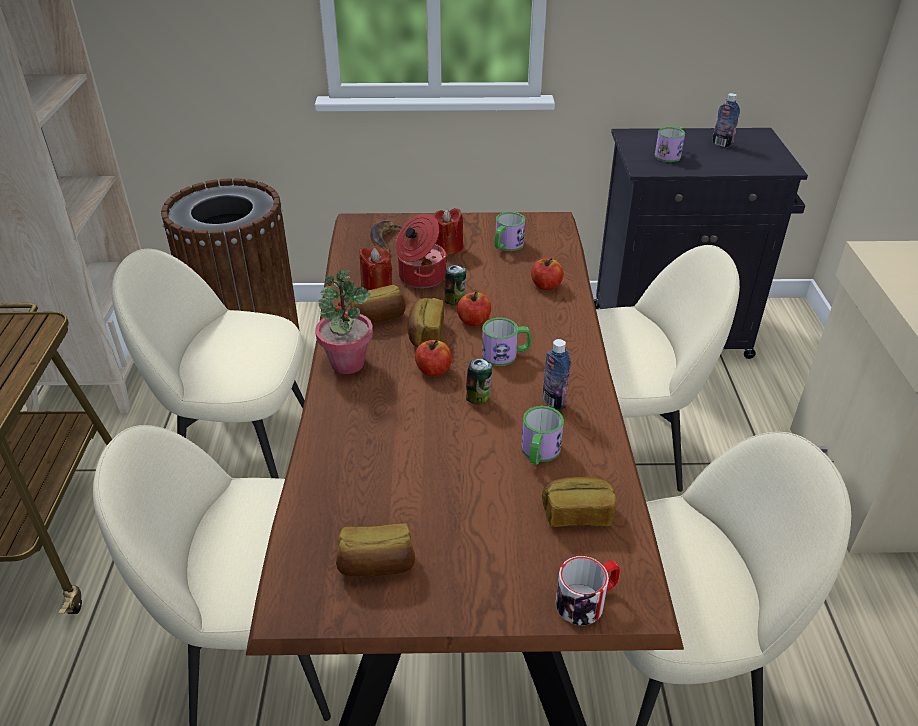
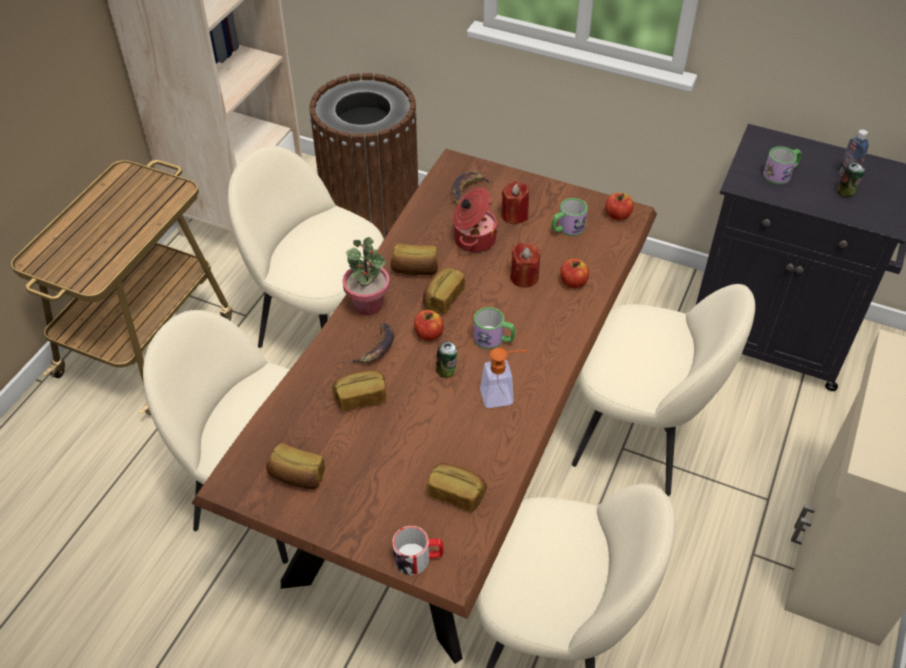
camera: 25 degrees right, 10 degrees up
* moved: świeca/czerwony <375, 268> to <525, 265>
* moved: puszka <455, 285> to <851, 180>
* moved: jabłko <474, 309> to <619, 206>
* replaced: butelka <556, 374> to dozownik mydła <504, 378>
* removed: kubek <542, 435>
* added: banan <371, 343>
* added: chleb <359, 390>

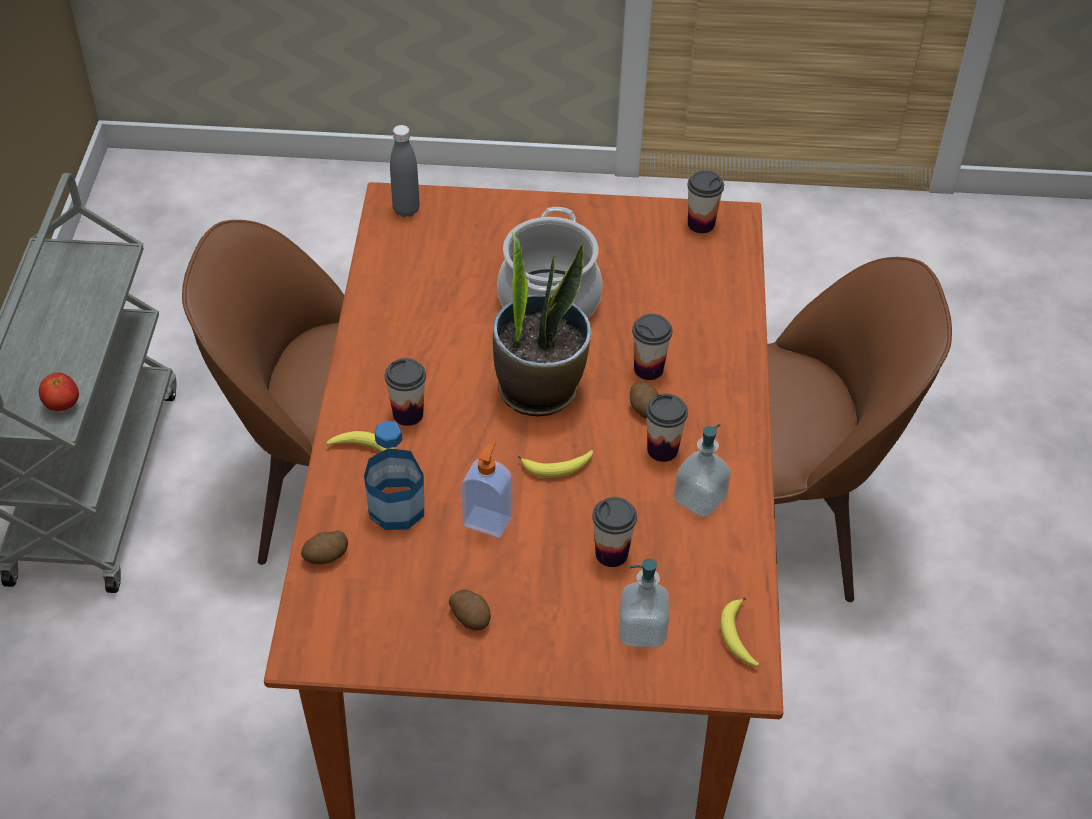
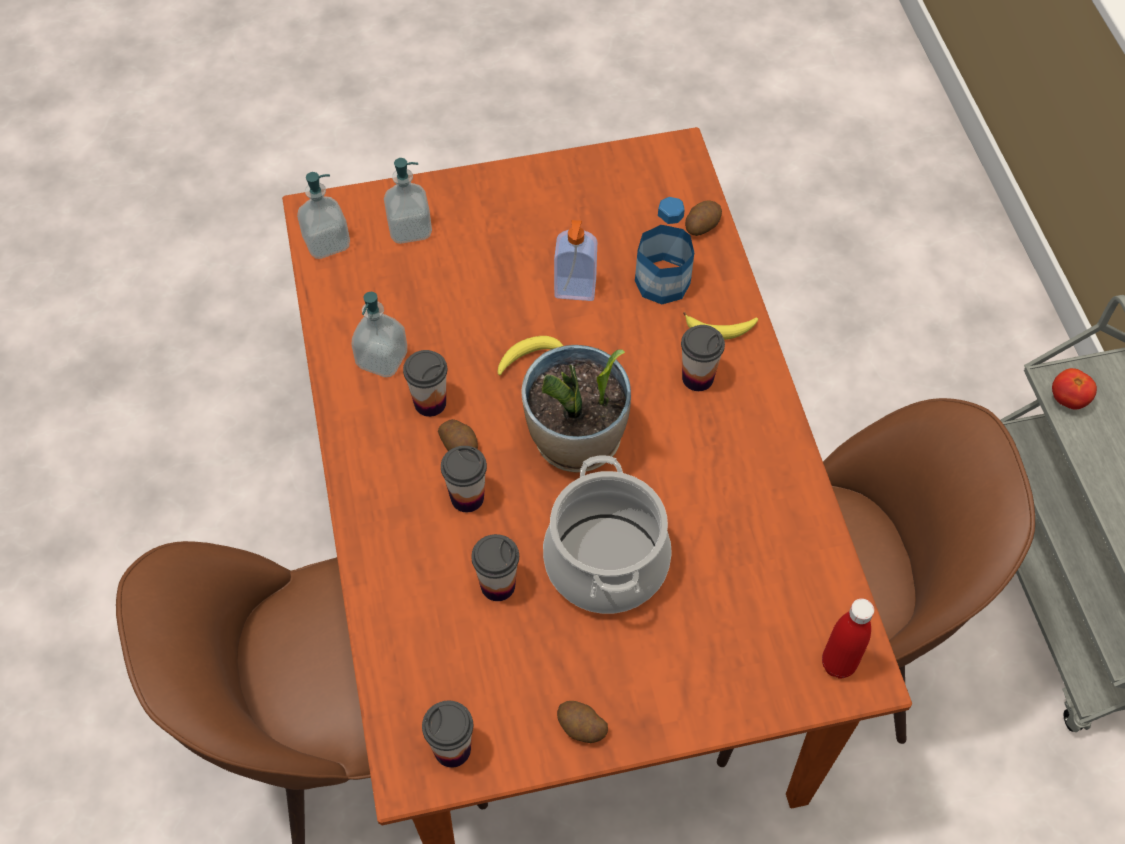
camera: 165 degrees right, 10 degrees up
* recoloured: butelka/szary <405, 171> to butelka/czerwony <848, 639>
* moved: filiżanka <614, 532> to <495, 567>
* moved: ziemniak <470, 609> to <582, 722>
* replaced: banan <739, 631> to dozownik mydła <323, 215>

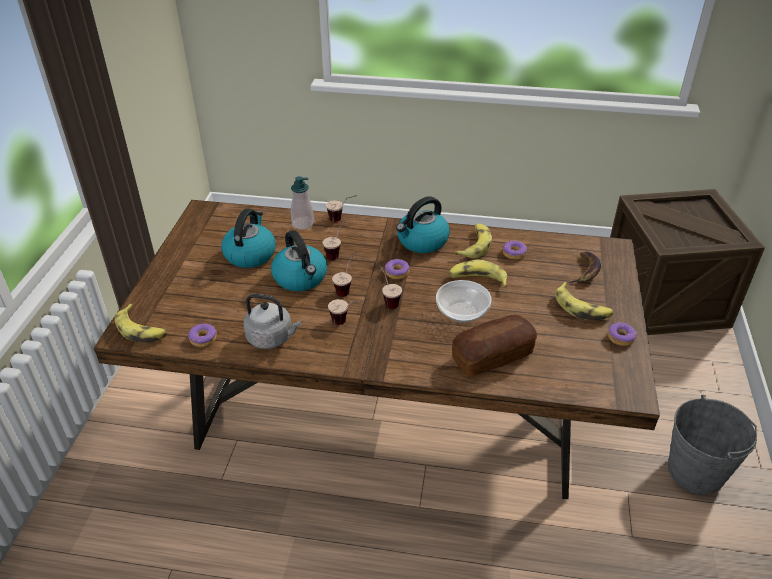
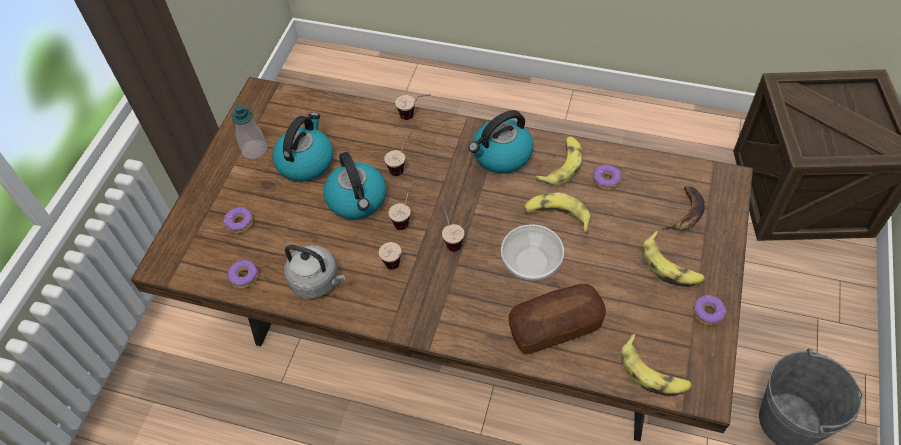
camera: 10 degrees right, 15 degrees up
* moved: dozownik mydła <302, 202> to <249, 131>
* moved: donut <397, 269> to <238, 220>
* moved: banan <141, 323> to <656, 365>

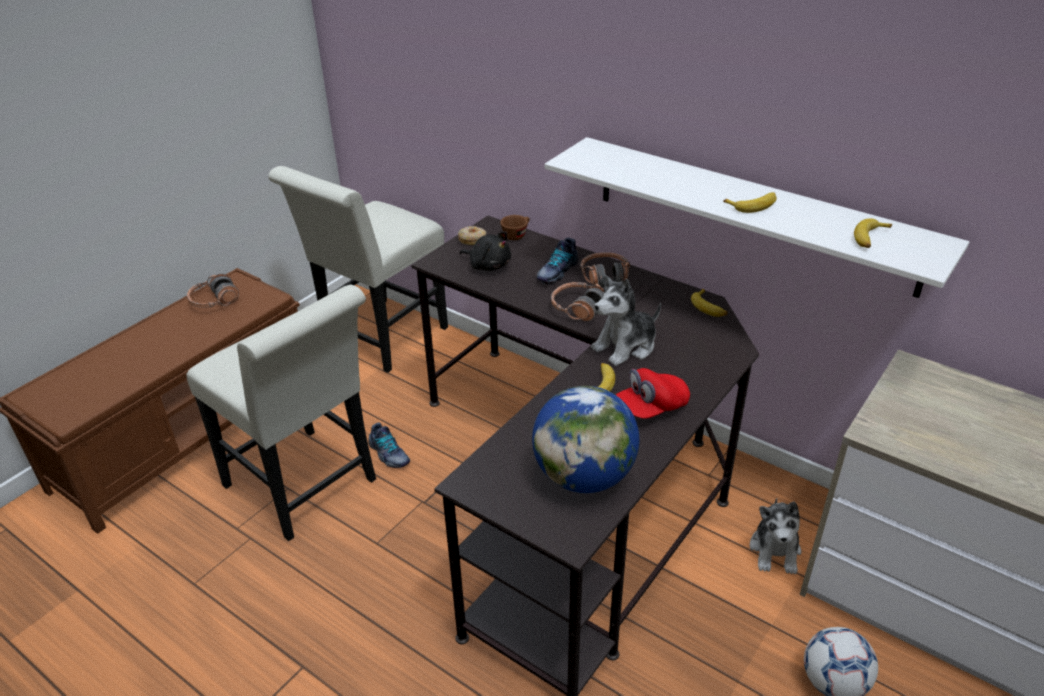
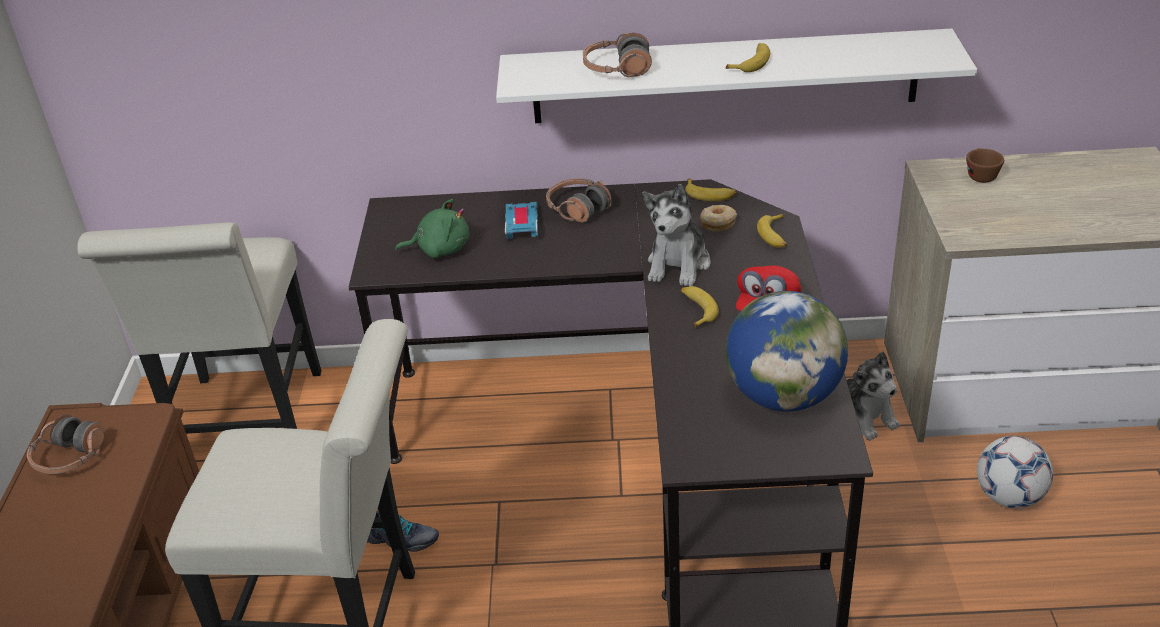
camera: 35 degrees left, 0 degrees up
* moved: filiżanka/brązowy <515, 227> to <985, 165>
* moved: banan <873, 233> to <772, 231>
* moved: donut <472, 235> to <718, 218>
* recoloured: pluszak/czarny <485, 251> to pluszak/zielony <432, 228>
* replaced: but <558, 261> to samochodzik <521, 220>
* moved: słuchawki <577, 301> to <617, 55>

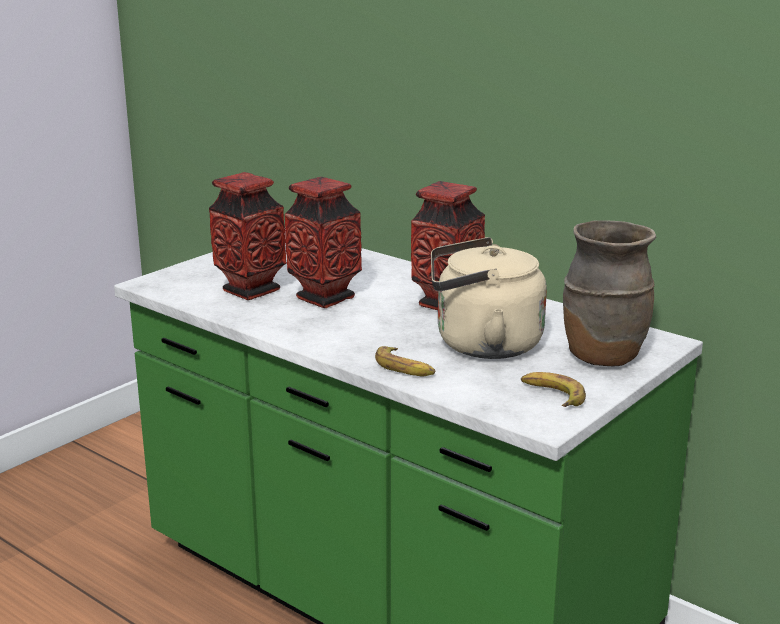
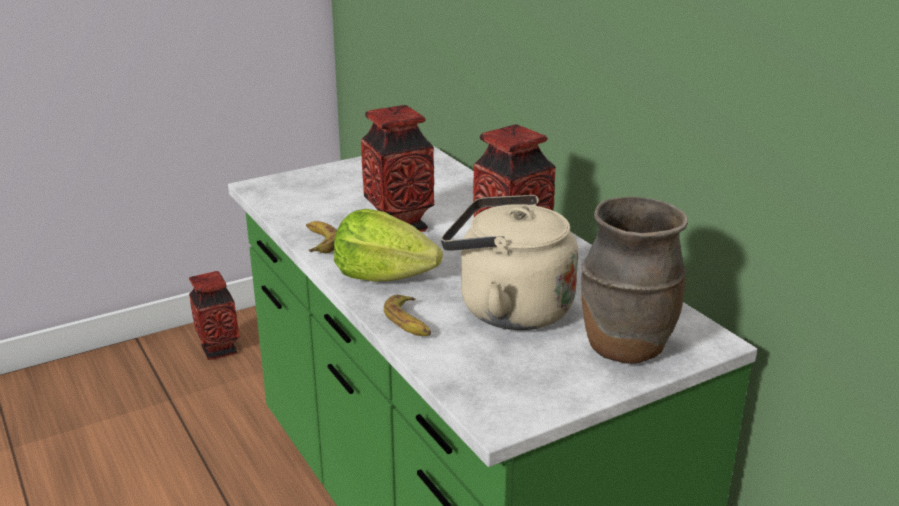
camera: 20 degrees right, 5 degrees up
* moved: wazon <248, 236> to <214, 315>
* moved: banan <553, 389> to <321, 237>
* added: sałata <388, 245>

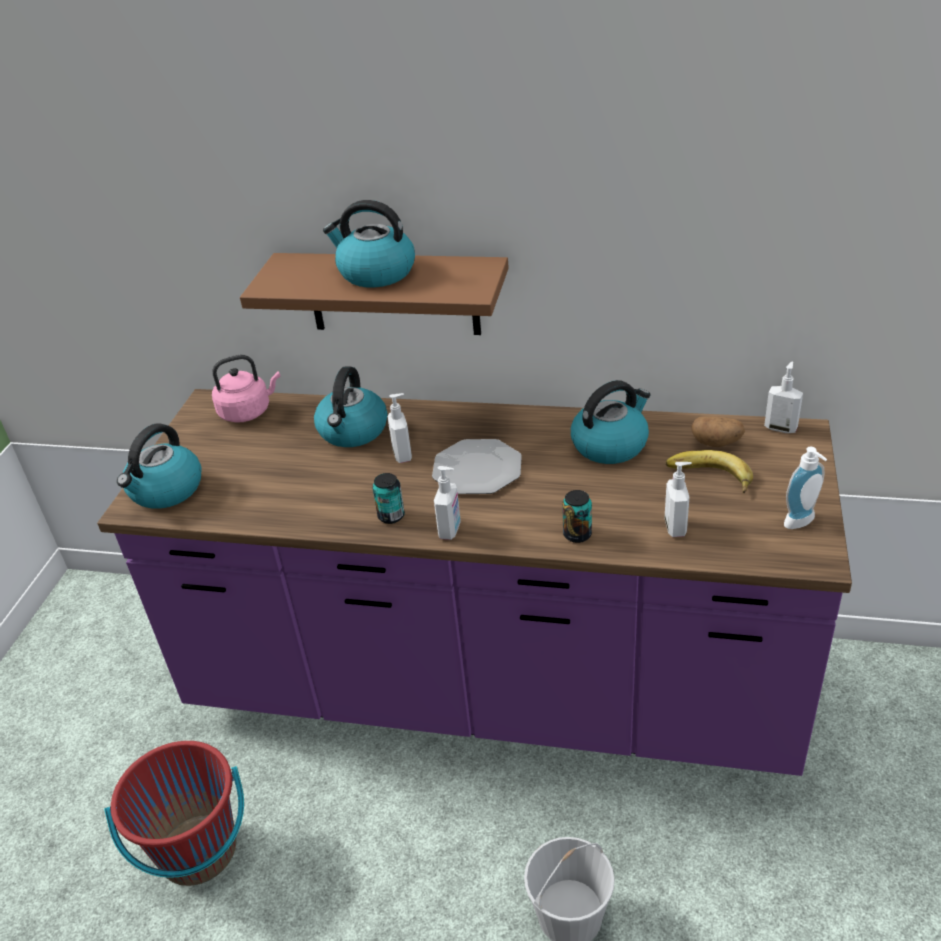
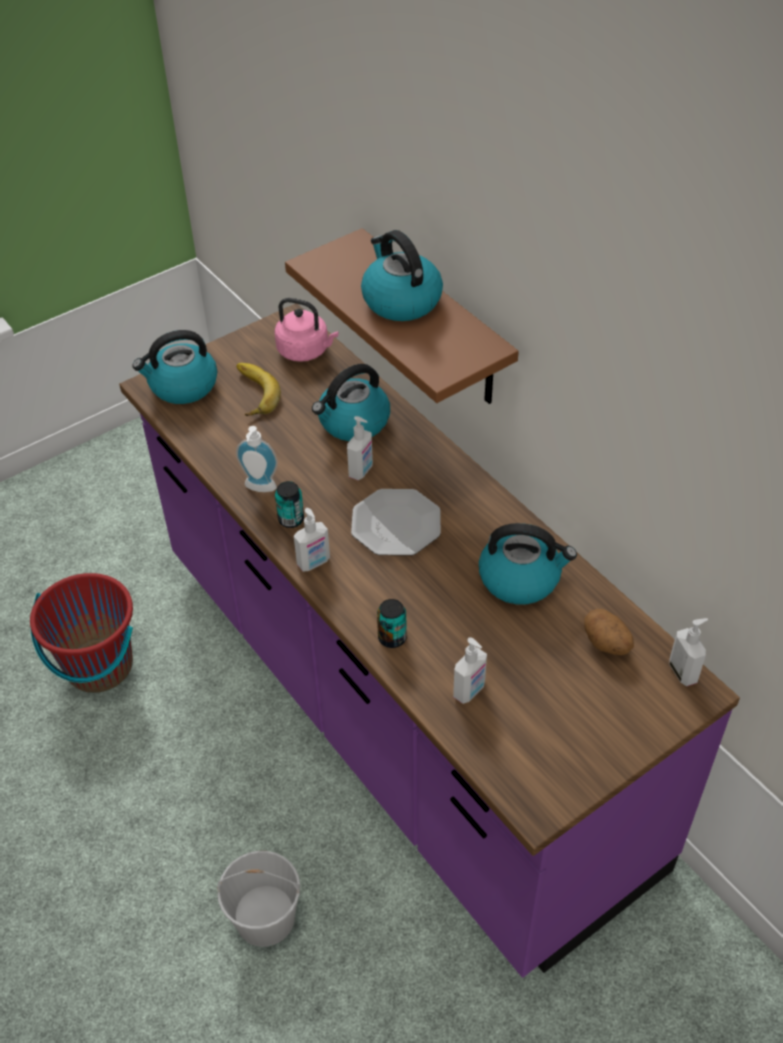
camera: 40 degrees right, 10 degrees up
* moved: dozownik mydła <805, 488> to <257, 459>
* moved: banan <709, 471> to <258, 389>

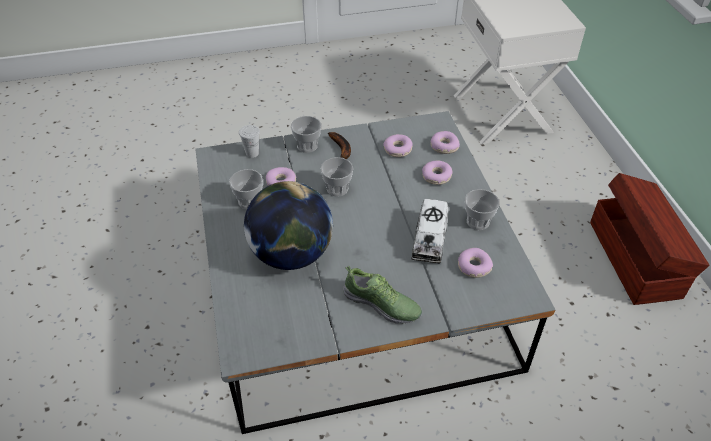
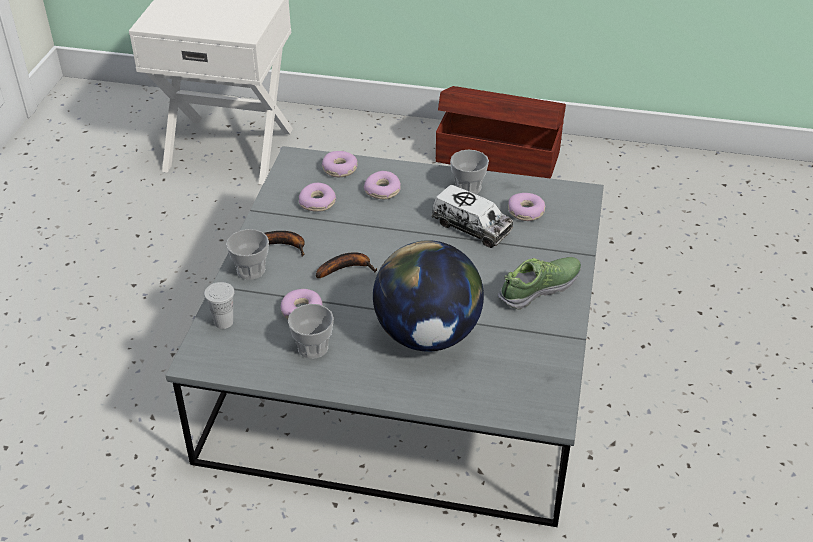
camera: 65 degrees left, 5 degrees down
* replaced: filiżanka <336, 177> to banan <346, 265>

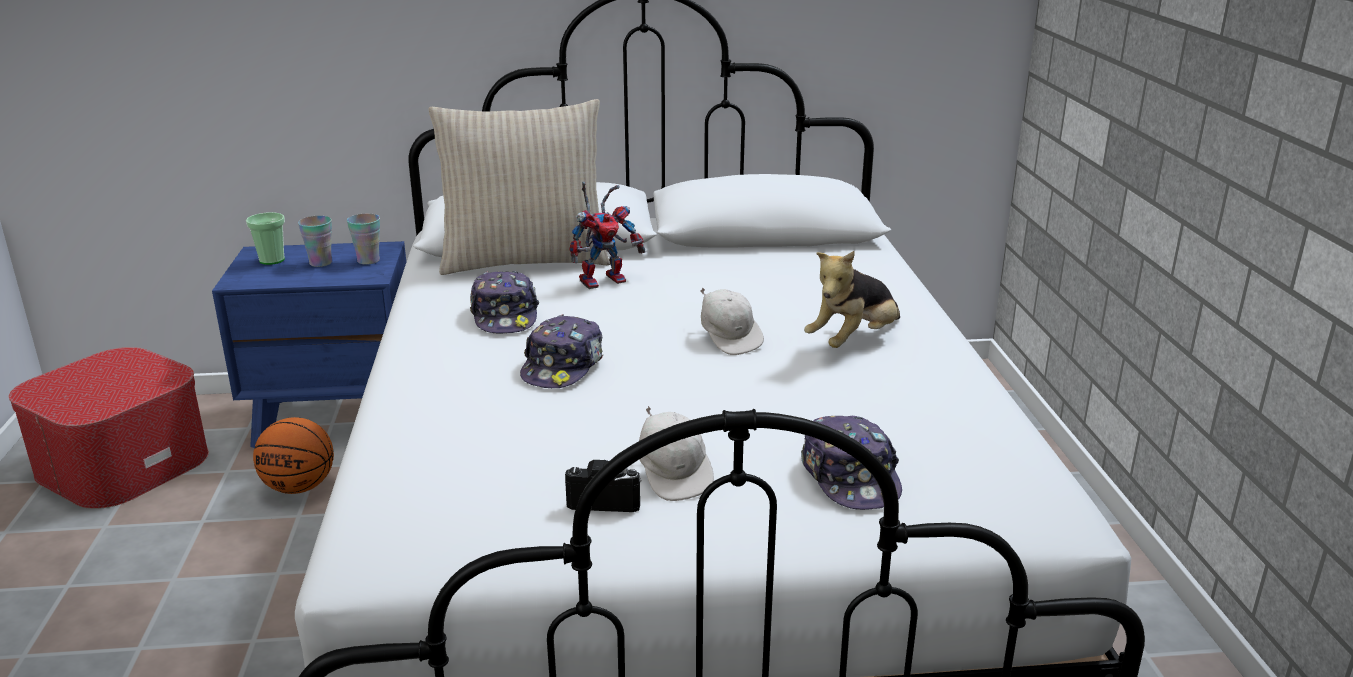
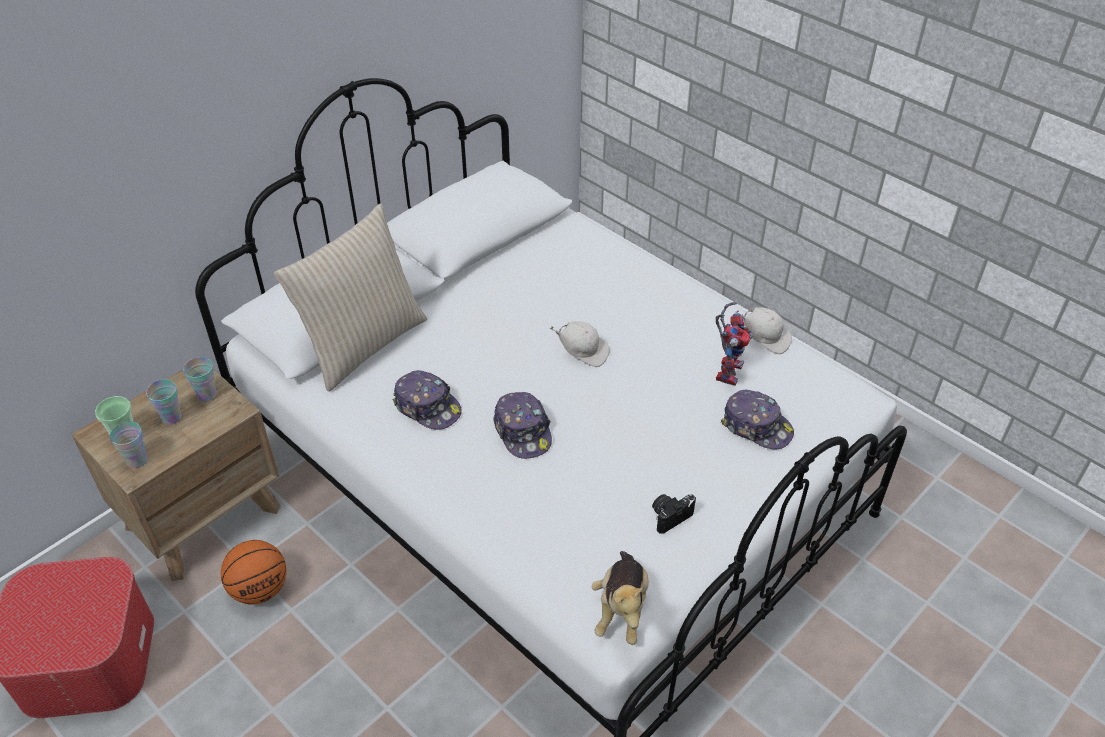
camera: 40 degrees left, 20 degrees up
* moved: robot zabawkowy <608, 235> to <734, 344>
* recoloured: szafka nocna/niebieski <309, 344> to szafka nocna/brązowy <176, 475>
* moved: pluszak <852, 299> to <620, 598>
* moved: czapka z daszkiem/biały <676, 453> to <764, 330>
* added: filiżanka <128, 445>

